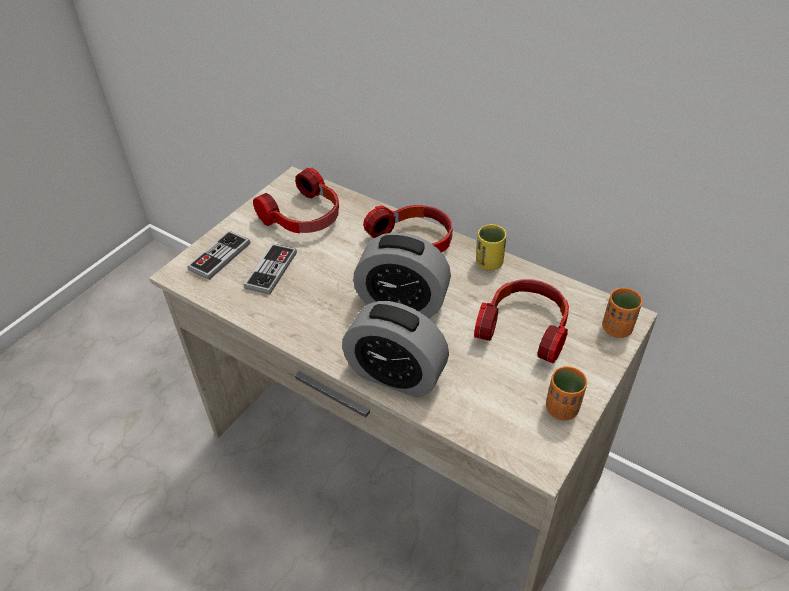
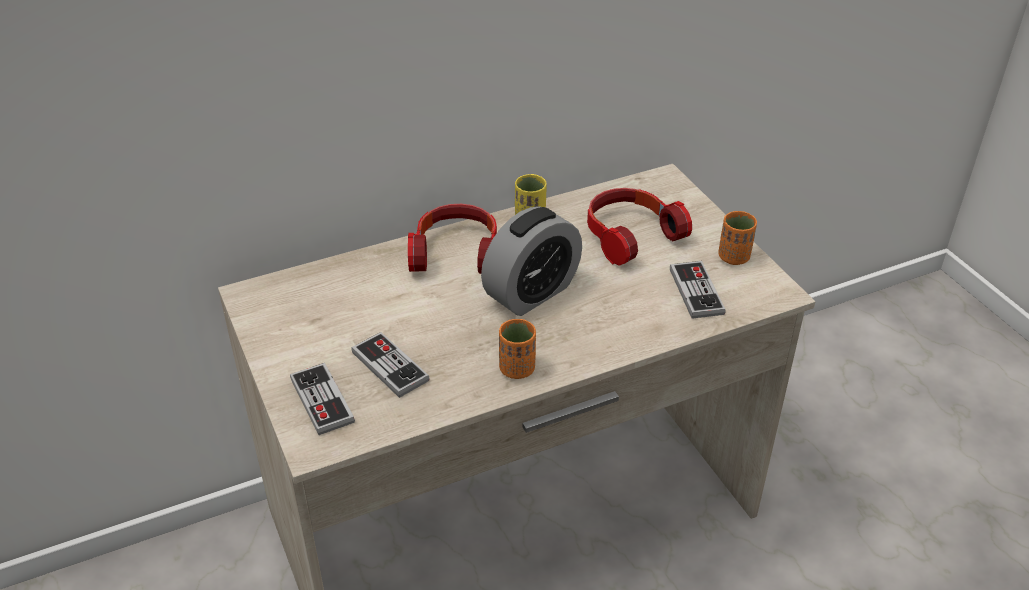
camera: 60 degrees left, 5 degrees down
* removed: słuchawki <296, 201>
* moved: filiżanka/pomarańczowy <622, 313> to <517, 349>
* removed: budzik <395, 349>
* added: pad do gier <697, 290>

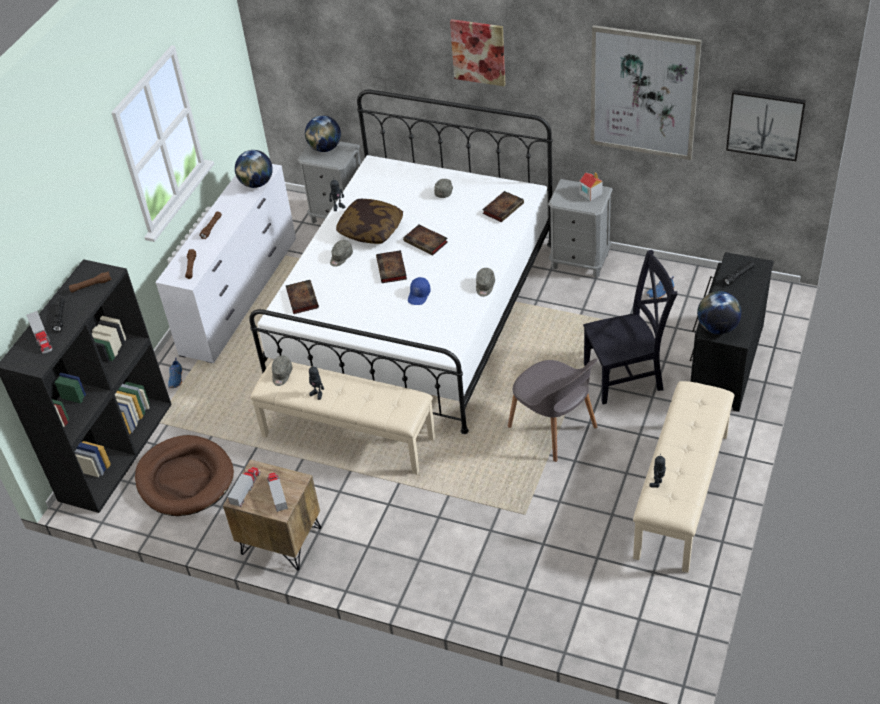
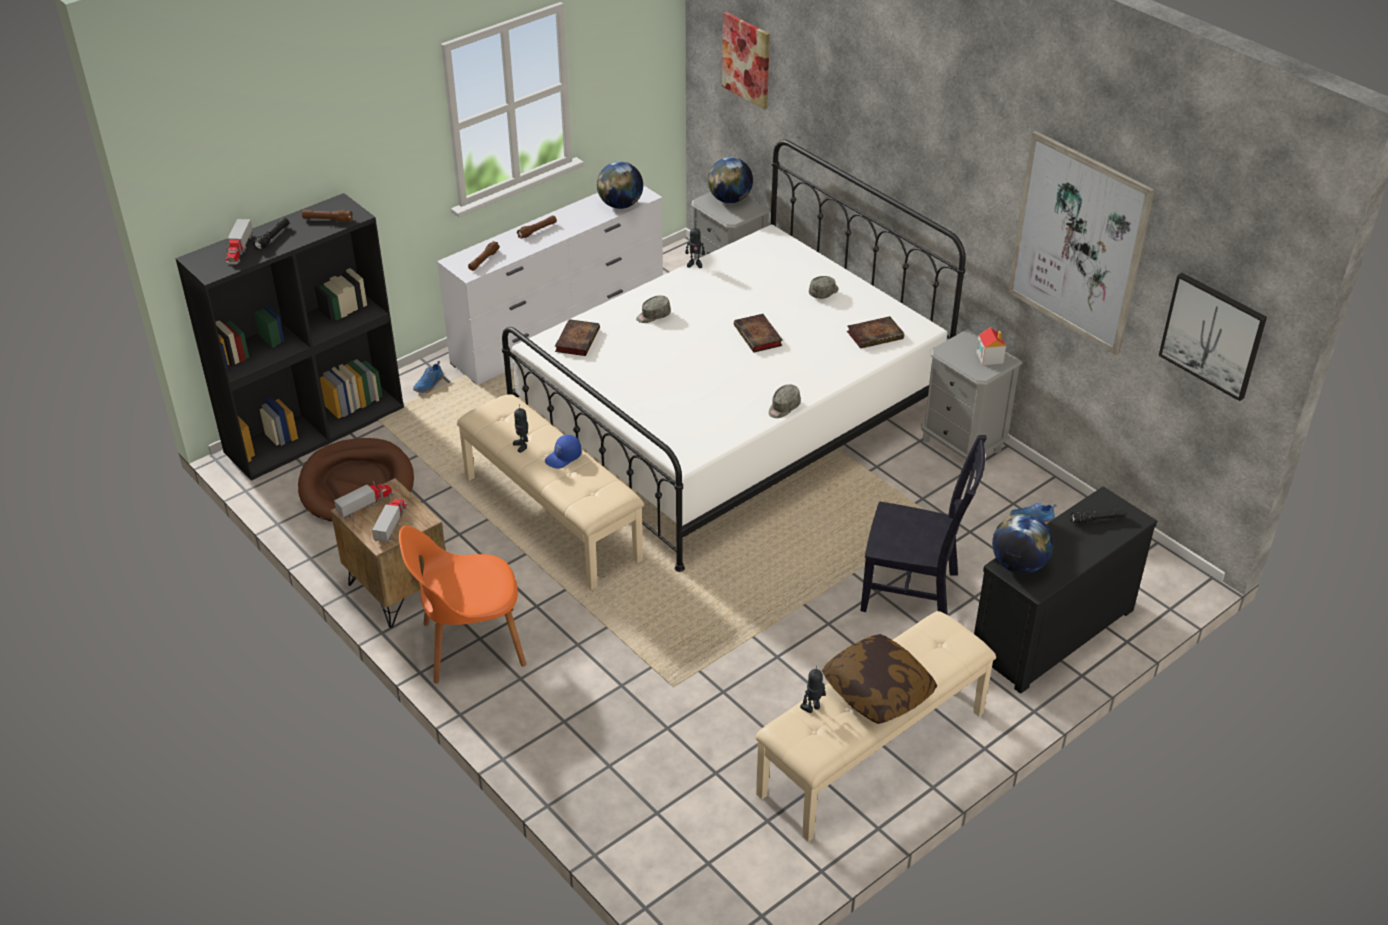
camera: 25 degrees right, 5 degrees down
* moved: obraz <477, 52> to <746, 61>
* moved: poduszka <369, 221> to <879, 679>
* removed: książka <391, 266>
* moved: czapka z daszkiem/niebieski <419, 291> to <563, 452>
* removed: czapka z daszkiem/szary <282, 370>
* removed: krzesło/szary <553, 410>
* added: krzesło/pomarańczowy <462, 604>

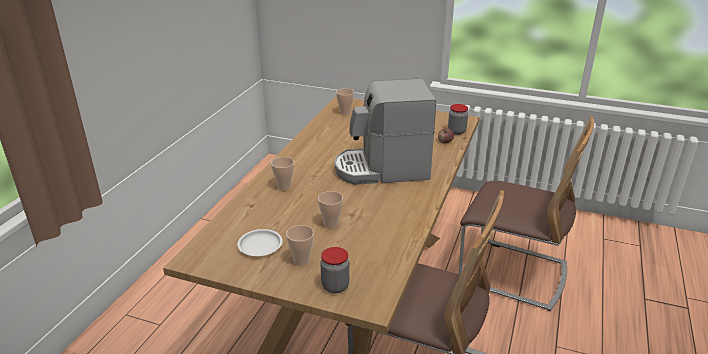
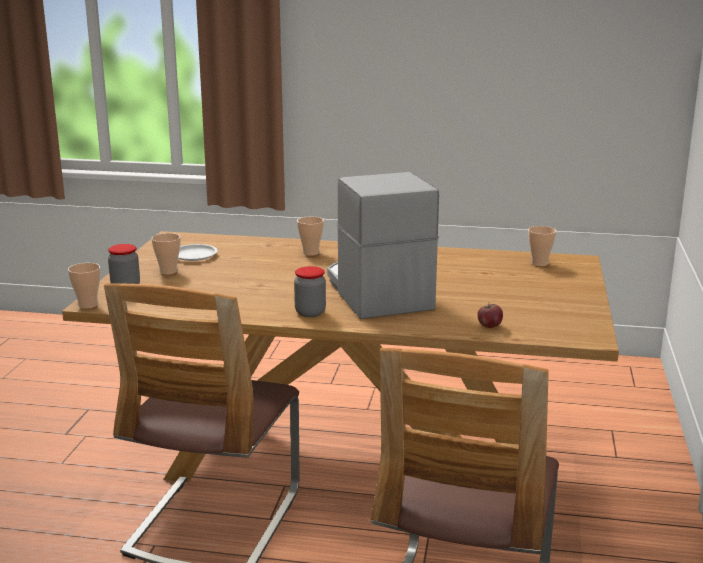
camera: 80 degrees right, 10 degrees down
* moved: słoik <458, 119> to <310, 291>
* moved: filiżanka <330, 209> to <84, 286>

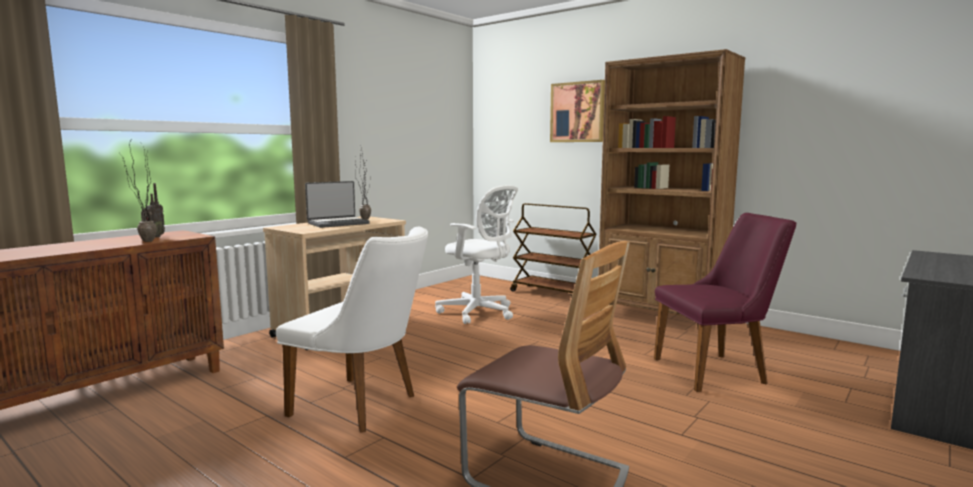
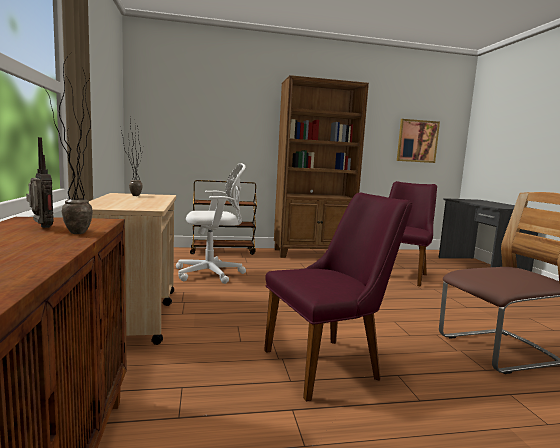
camera: 50 degrees left, 0 degrees up
* moved: obraz <577, 111> to <418, 141>
* removed: laptop <337, 204>
* recoloured: krzesło/biały <352, 330> to krzesło/fioletowy <338, 297>

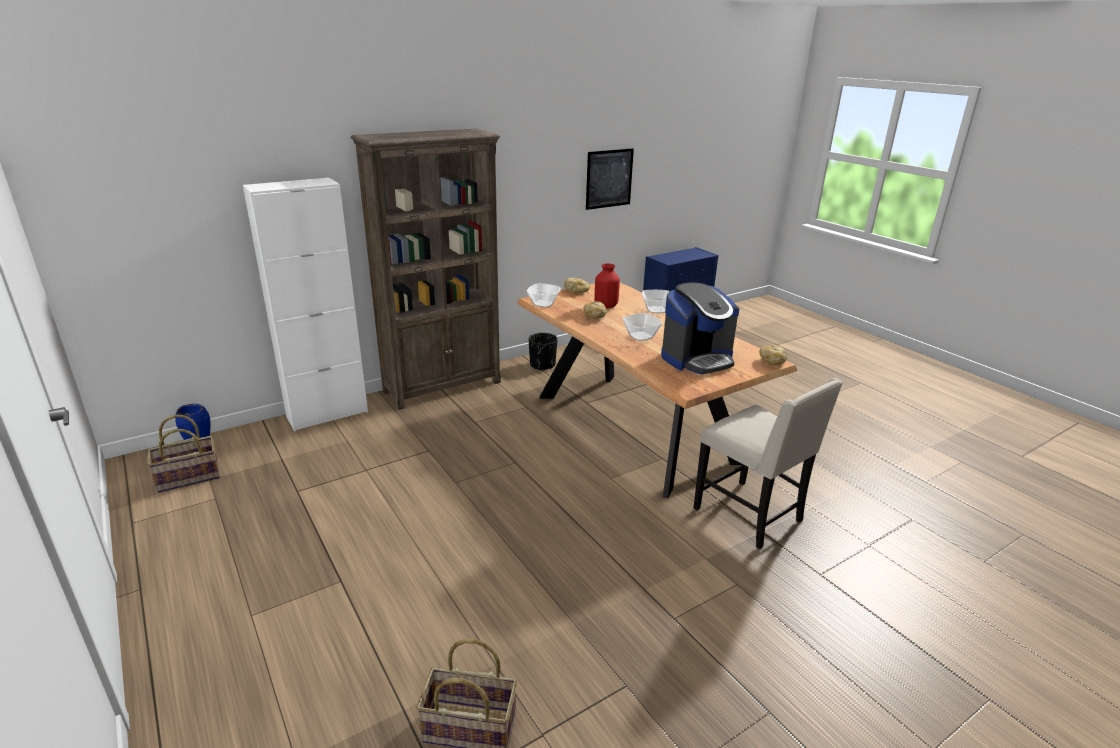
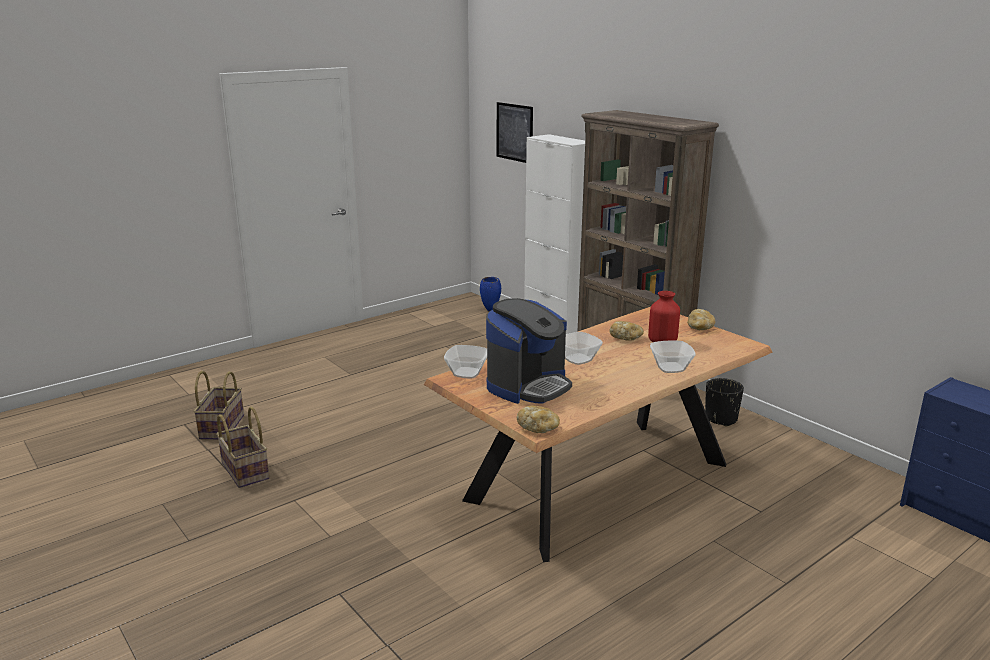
camera: 85 degrees right, 5 degrees down
* moved: obraz <610, 179> to <515, 132>
* turned: ekspres do kawy <700, 328> = <529, 351> 105 degrees counterclockwise
* moved: miska <544, 295> to <465, 362>
* removed: krzesło/beżowy <768, 463>
* moved: koszyk <183, 454> to <243, 447>

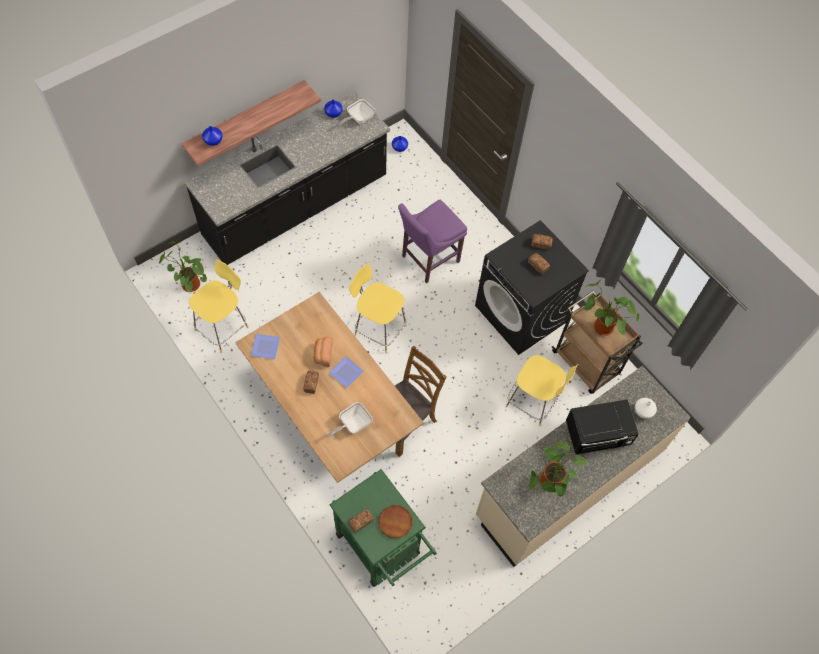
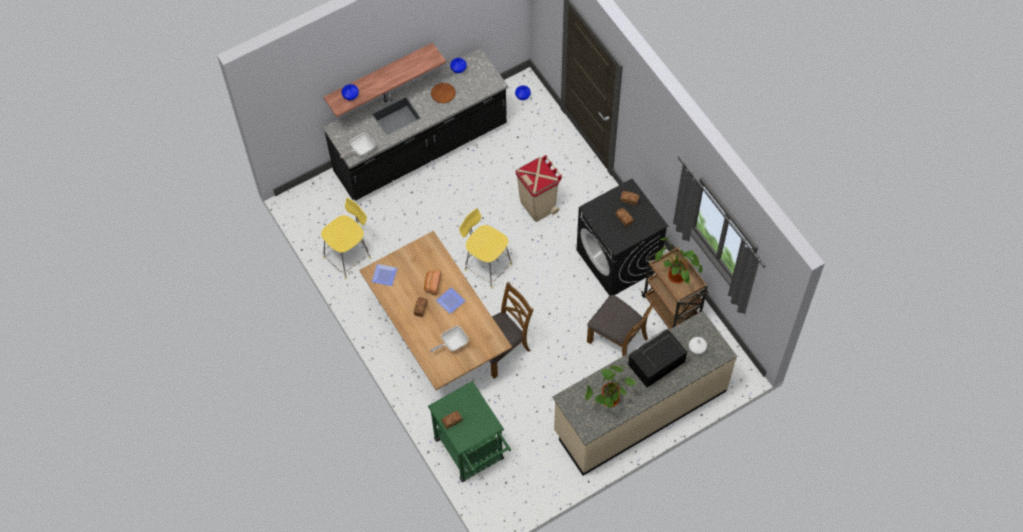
camera: 10 degrees right, 0 degrees up
* moved: patelnia <356, 112> to <357, 145>
* replaced: krzesło/fioletowy <432, 241> to kosz na śmieci/beżowy <539, 188>
* removed: roślina doniczkowa <183, 266>
* replaced: stołek/żółty <542, 390> to krzesło/brązowy <622, 326>
* turned: mikrofalówka/czarny <602, 427> = <657, 358> 150 degrees clockwise
* moved: talerz/brązowy <395, 521> to <443, 93>

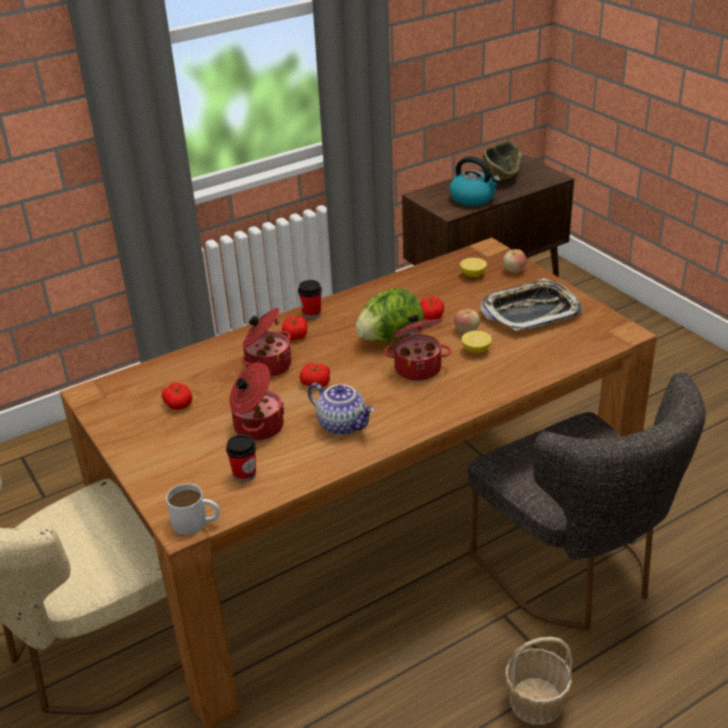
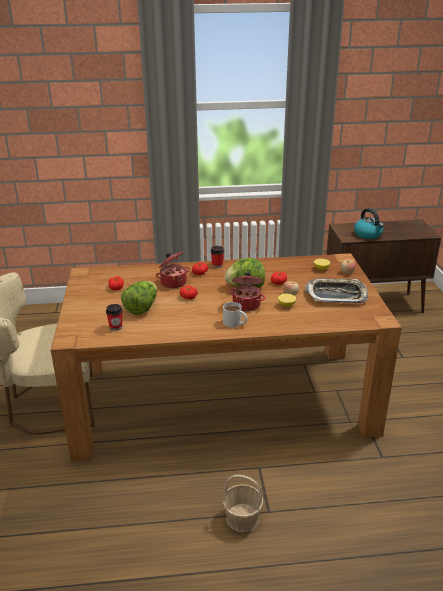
camera: 25 degrees right, 5 degrees down
* removed: miska <502, 161>
* replaced: garnek <257, 402> to sałata <139, 298>
* removed: krzesło/szary <587, 502>
* removed: imbryk <341, 409>
* moved: kubek/biały <193, 509> to <235, 314>

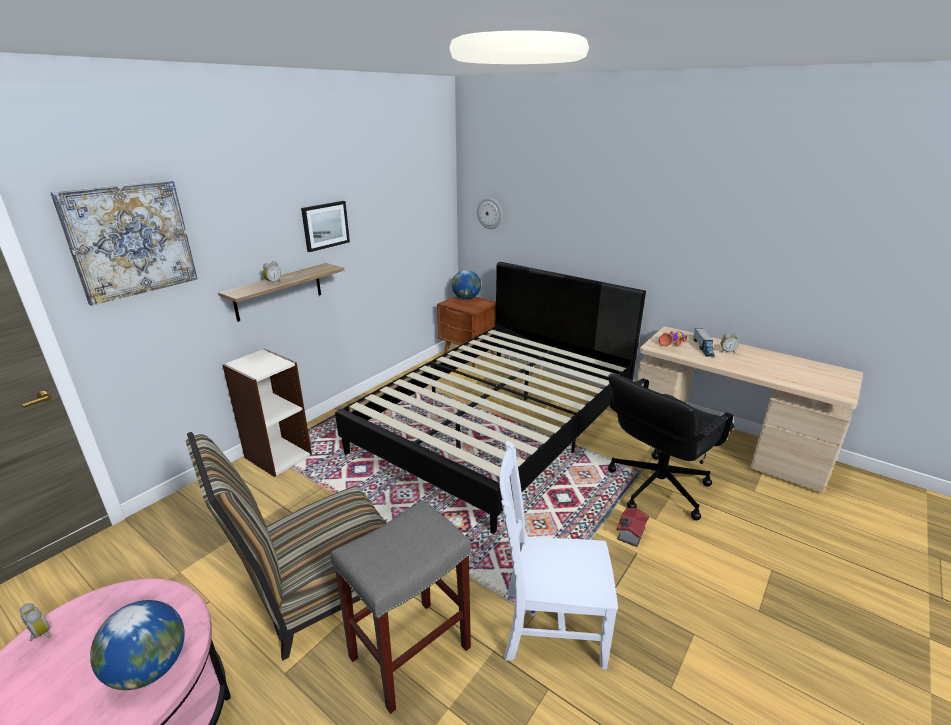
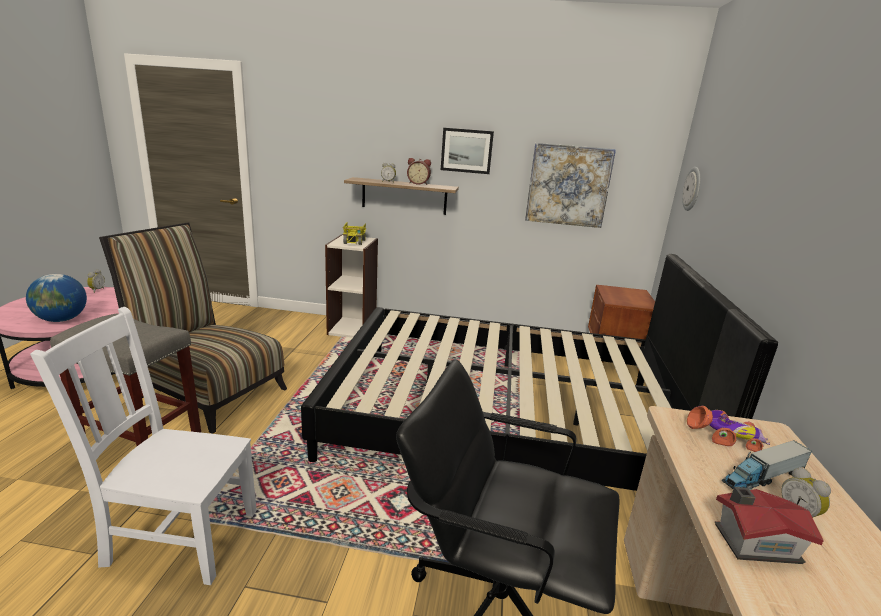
camera: 60 degrees right, 5 degrees down
* moved: obraz <123, 243> to <570, 185>
* removed: globus <466, 285>
* turned: krzesło/biały <558, 555> = <143, 446> 60 degrees counterclockwise
* moved: domek <633, 527> to <769, 525>
* added: budzik <419, 171>
* added: ciężarówka zabawkowa <354, 233>

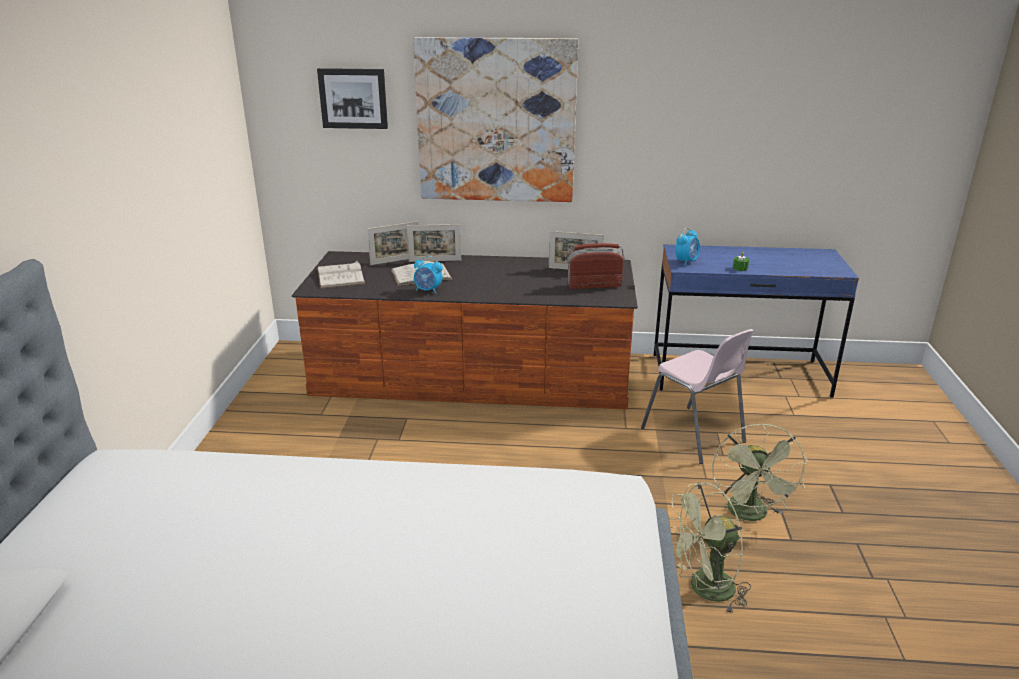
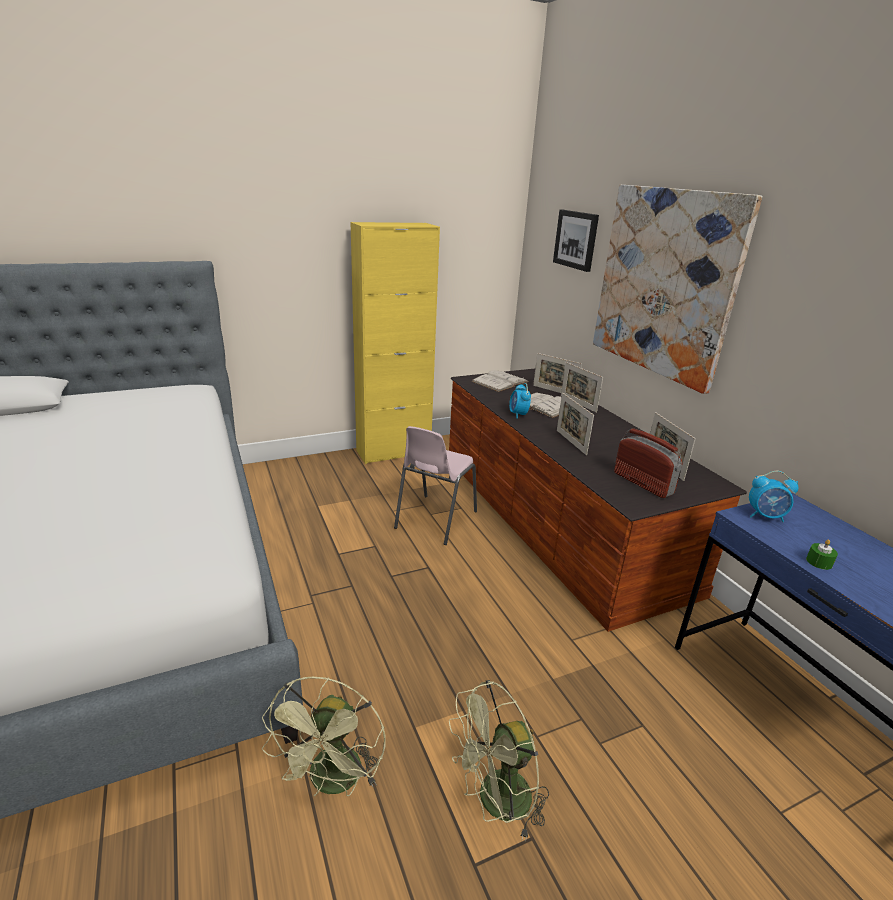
camera: 60 degrees right, 0 degrees up
* moved: krzesło/różowy <697, 396> to <435, 485>
* turned: wentylator/zielony <710, 548> = <324, 736> 120 degrees counterclockwise
* added: szafka/żółty <395, 343>
* added: ramka na zdjęcie <575, 424>

